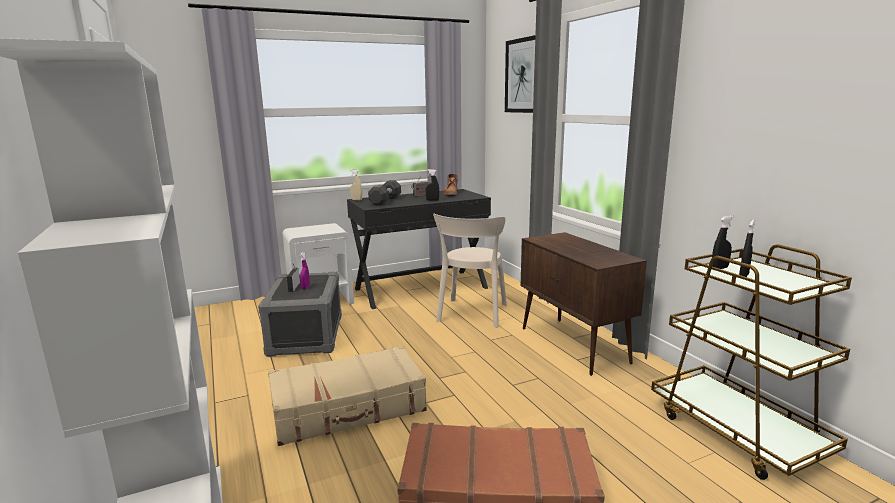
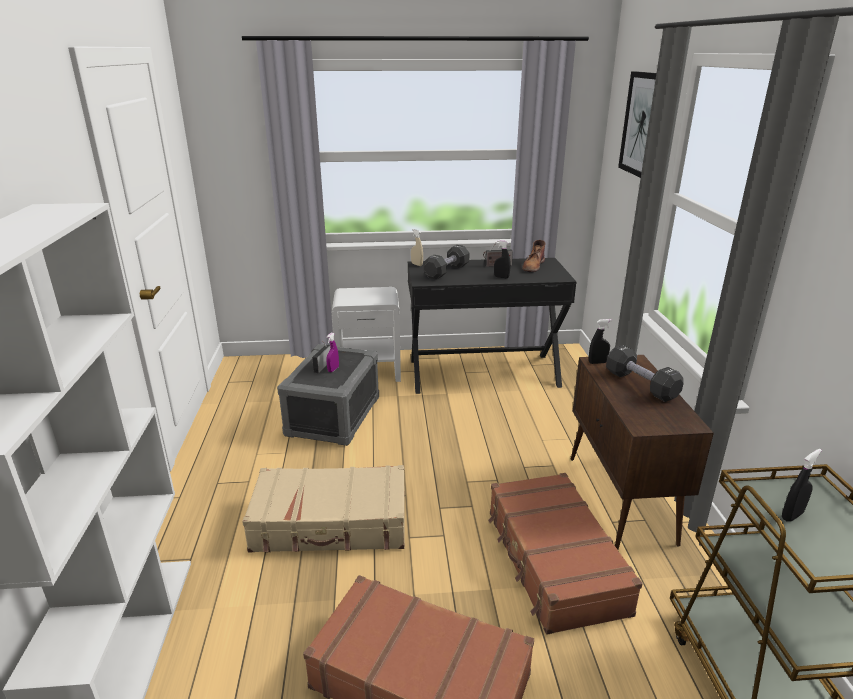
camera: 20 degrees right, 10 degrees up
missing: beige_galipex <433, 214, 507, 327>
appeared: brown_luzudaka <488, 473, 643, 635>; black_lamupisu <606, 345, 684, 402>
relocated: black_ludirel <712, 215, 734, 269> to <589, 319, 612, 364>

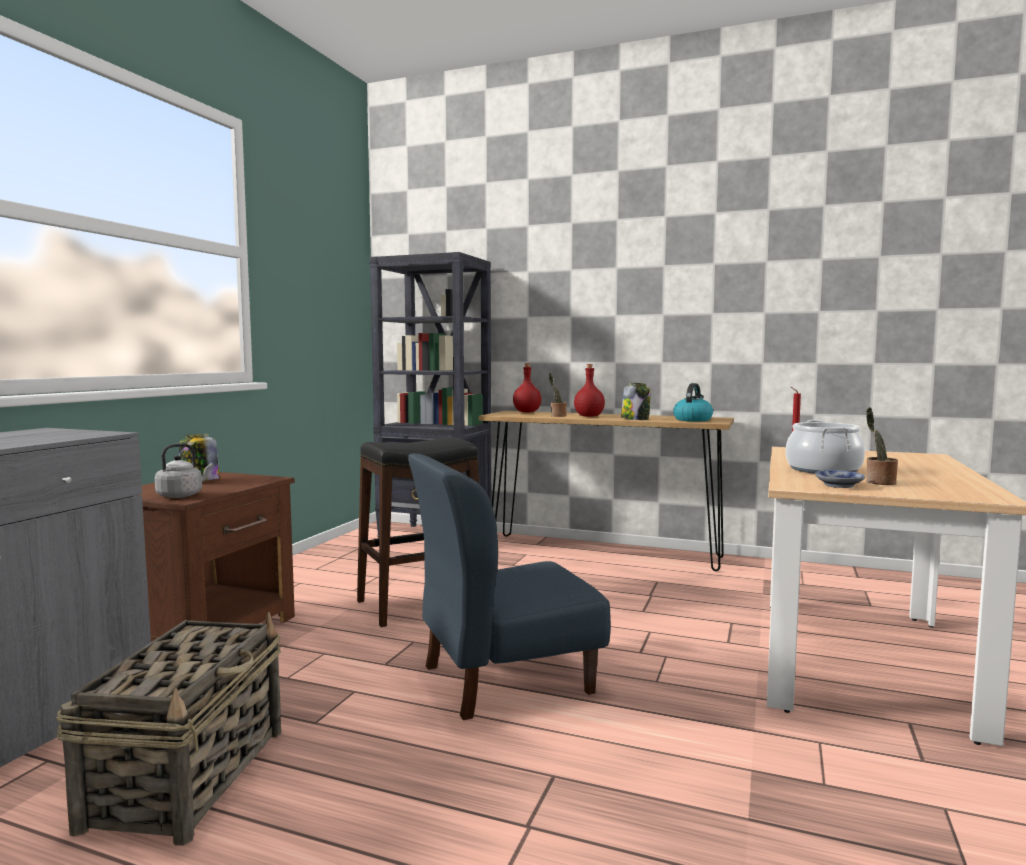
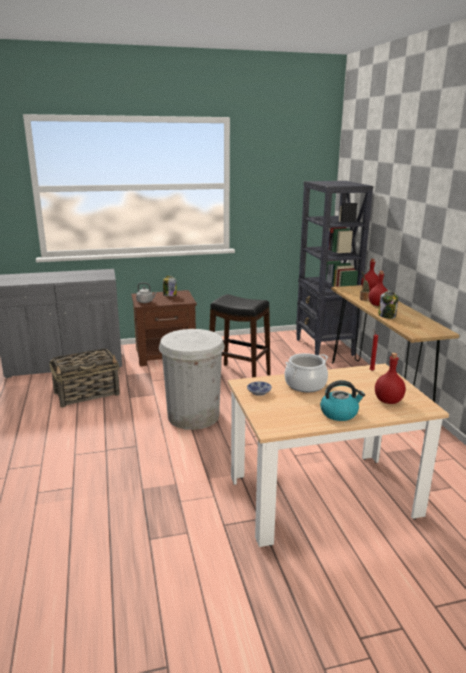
camera: 55 degrees right, 15 degrees up
missing: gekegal <866, 407, 898, 485>
appeared: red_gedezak <375, 353, 406, 404>
relocated: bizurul <673, 383, 713, 421> to <320, 380, 365, 421>
exchanged: blue_galipex <408, 454, 611, 720> to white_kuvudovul <159, 329, 225, 430>

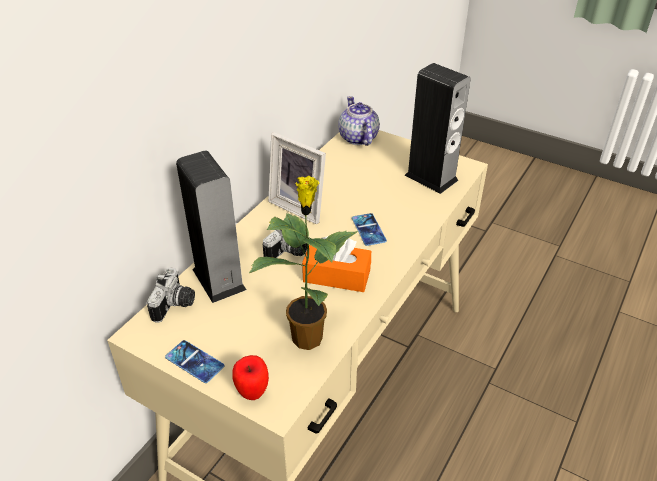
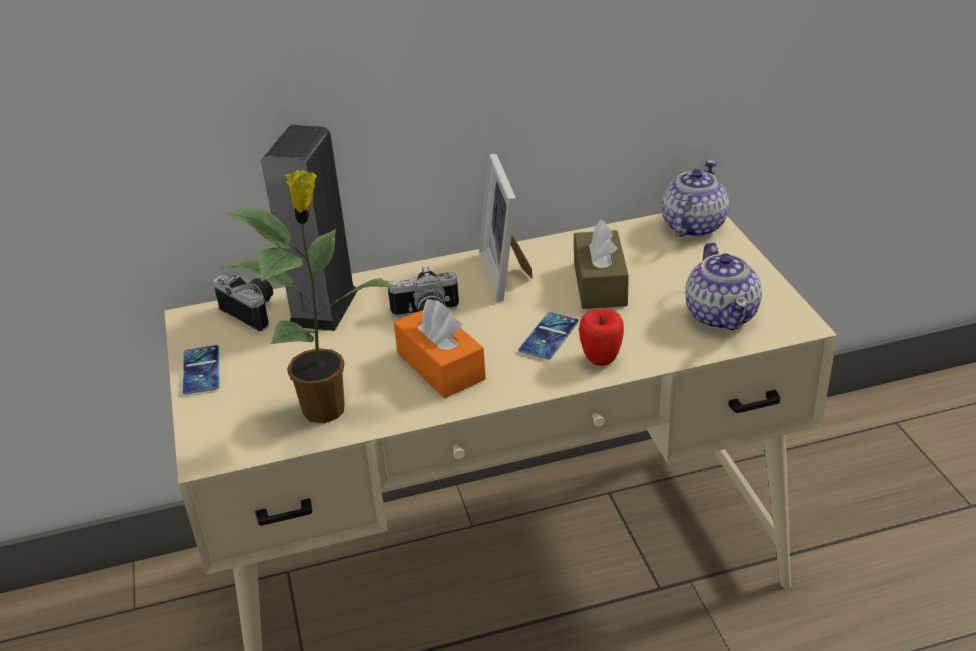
camera: 45 degrees right, 5 degrees down
appeared: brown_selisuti <574, 219, 629, 309>
relocated: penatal <232, 355, 269, 400> to <579, 309, 624, 366>
exchanged: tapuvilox <404, 63, 471, 194> to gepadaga <685, 242, 762, 330>
spun: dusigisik <147, 267, 195, 323> = <214, 274, 273, 331> 105 degrees counterclockwise

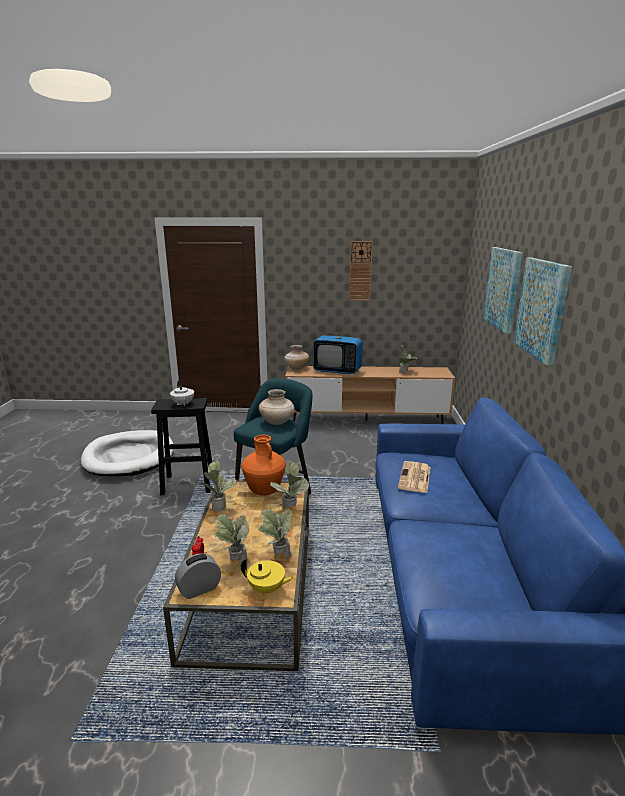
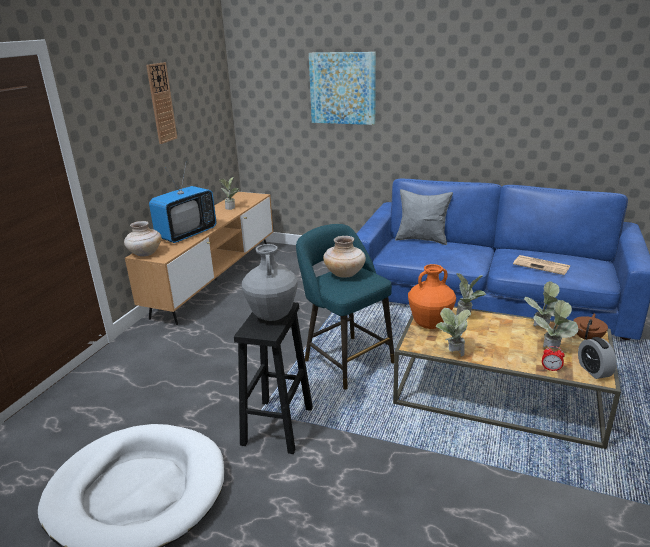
camera: 70 degrees left, 5 degrees up
missing: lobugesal <514, 257, 572, 366>
appeared: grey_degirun <395, 189, 453, 245>
relocated: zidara <398, 461, 431, 493> to <513, 255, 570, 275>
exchanged: white_gepadaga <170, 381, 194, 406> to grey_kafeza <242, 244, 298, 321>
colour: yellow_gepadaga <241, 558, 295, 596> to brown_gepadaga <573, 314, 608, 340>

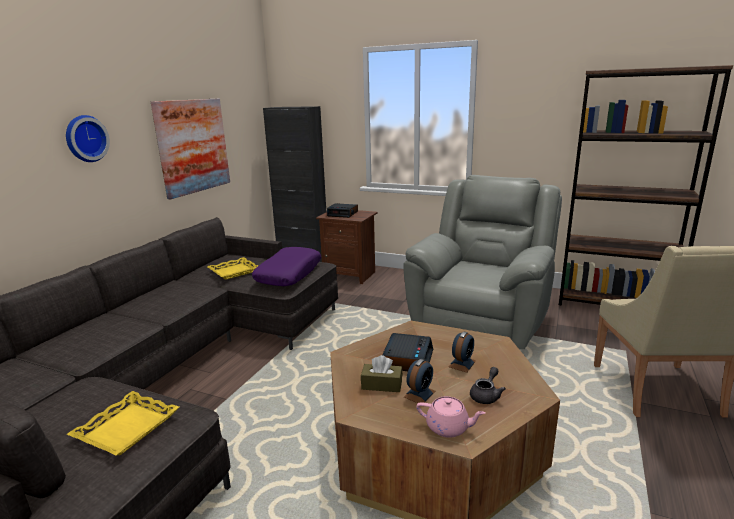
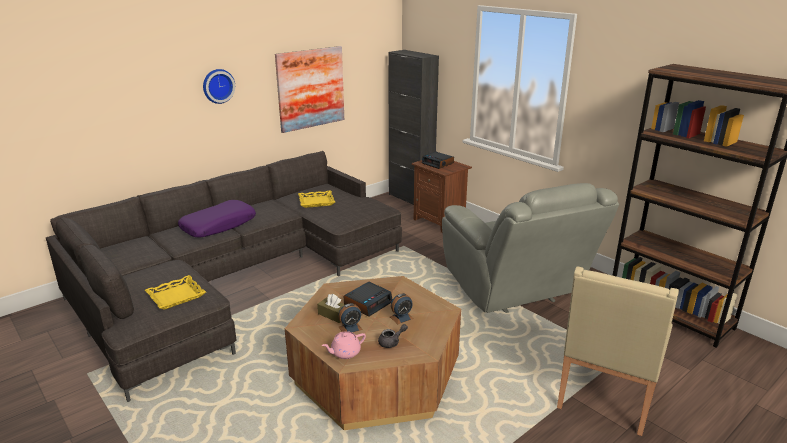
camera: 25 degrees right, 5 degrees up
relocated: purple_degirun <252, 247, 321, 286> to <178, 200, 256, 237>
spun: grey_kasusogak <403, 175, 562, 349> = <442, 183, 619, 313> 105 degrees clockwise; pink_gepadaga <416, 396, 486, 438> = <322, 331, 366, 359> 105 degrees clockwise

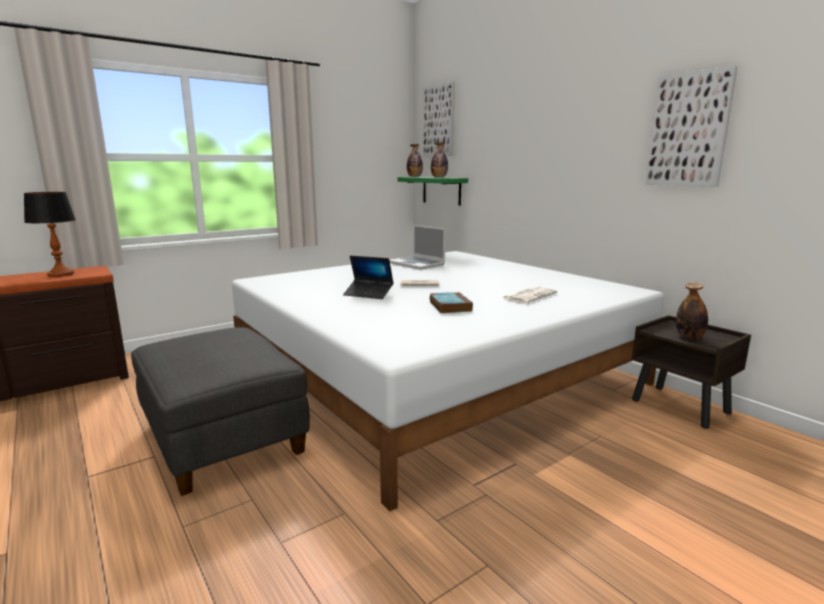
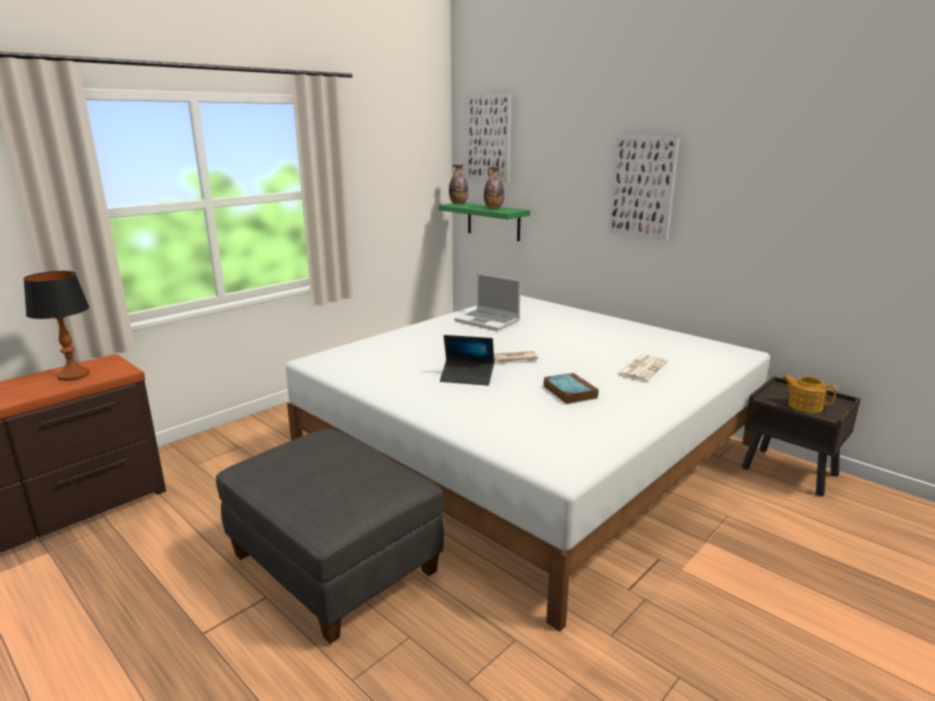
camera: 10 degrees left, 5 degrees up
relocated: lobugesal <645, 66, 738, 187> to <610, 136, 679, 240>
exchanged: gedezak <676, 283, 708, 339> to gepadaga <782, 375, 837, 413>

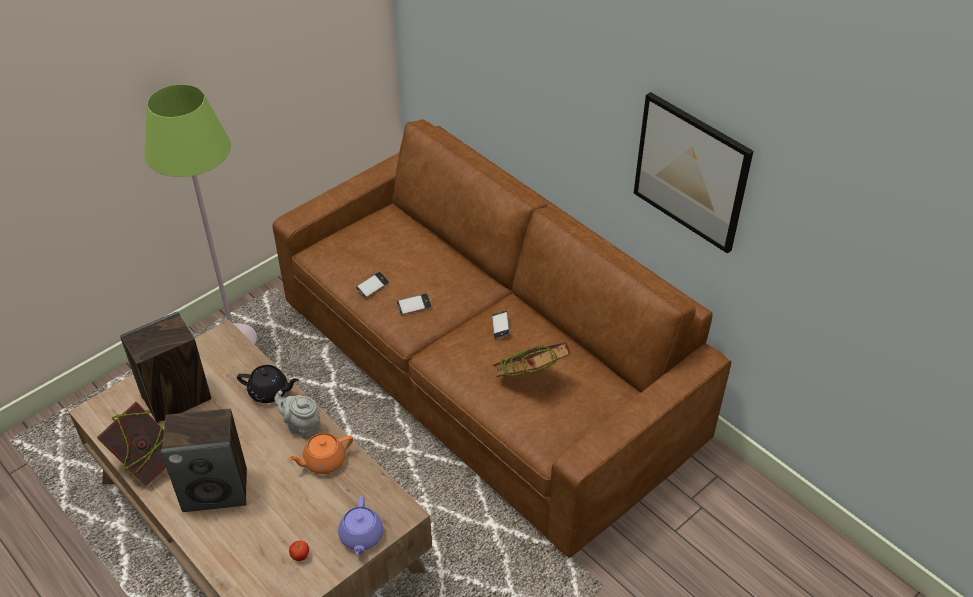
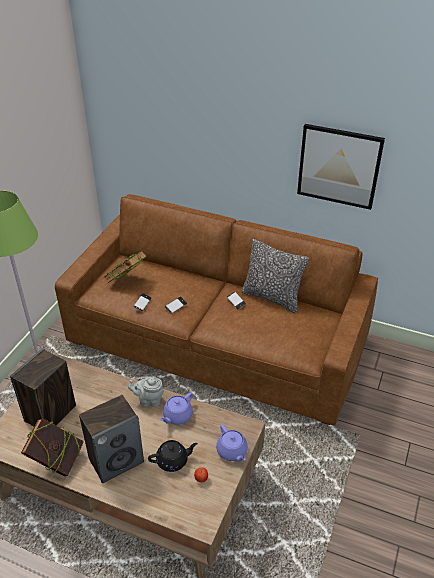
camera: 25 degrees left, 5 degrees down
appeared: degirun <241, 239, 309, 313>
relocated: black_gepadaga <237, 365, 299, 403> to <148, 440, 198, 472>; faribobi <492, 343, 570, 377> to <104, 250, 147, 283>
colour: orange_gepadaga <288, 433, 353, 474> to purple_gepadaga <160, 392, 193, 425>

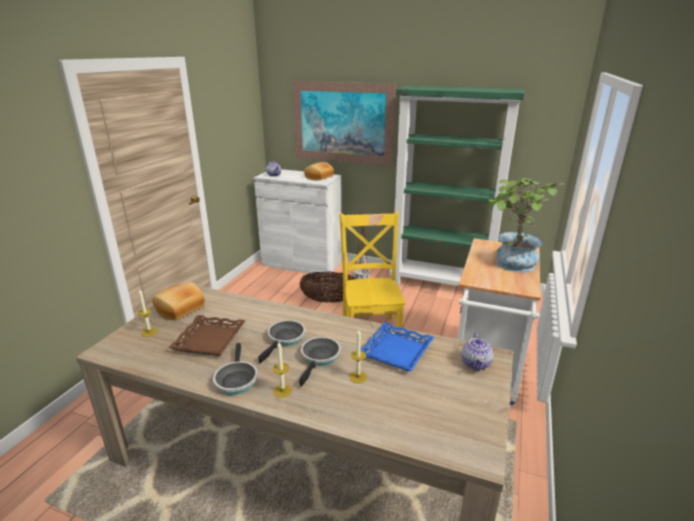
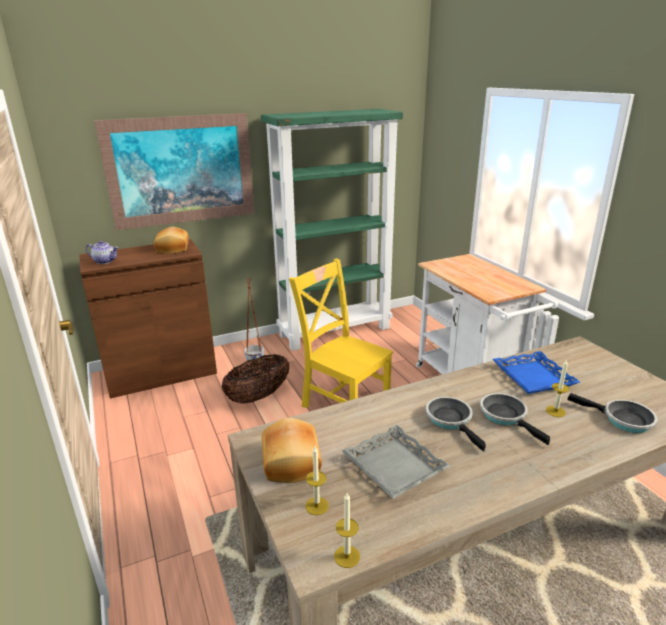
camera: 45 degrees left, 0 degrees up
missing: gepadaga <461, 332, 493, 371>; gekegal <488, 178, 565, 272>
relocated: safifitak <213, 343, 258, 395> to <567, 393, 658, 433>; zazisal <273, 342, 292, 398> to <334, 493, 360, 568>
colour: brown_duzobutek <168, 315, 246, 356> to grey_duzobutek <342, 425, 450, 499>; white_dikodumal <254, 169, 342, 276> to brown_dikodumal <79, 239, 217, 398>

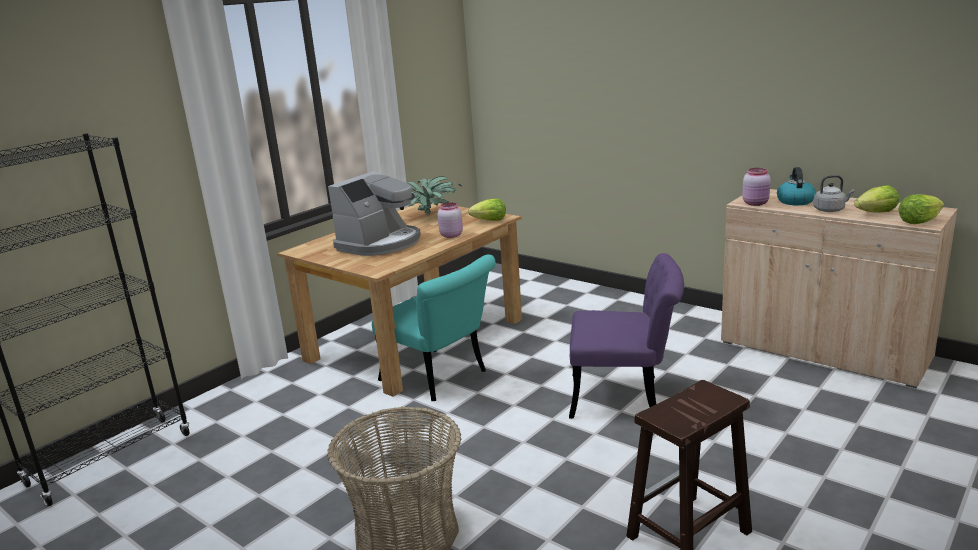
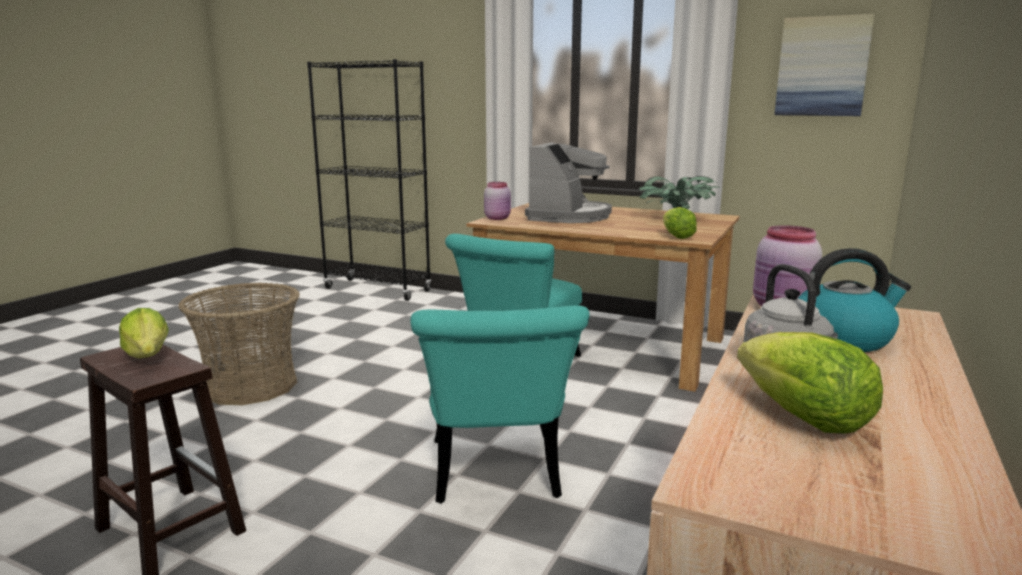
camera: 75 degrees right, 5 degrees down
appeared: lobugesal <774, 14, 875, 116>
relocated: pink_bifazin <438, 203, 463, 238> to <484, 182, 511, 220>; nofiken <898, 195, 944, 224> to <119, 308, 169, 358>
colour: purple_galipex <569, 253, 684, 419> to turquoise_galipex <411, 305, 590, 504>
spun: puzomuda <328, 171, 421, 256> = <525, 142, 612, 223> 90 degrees counterclockwise

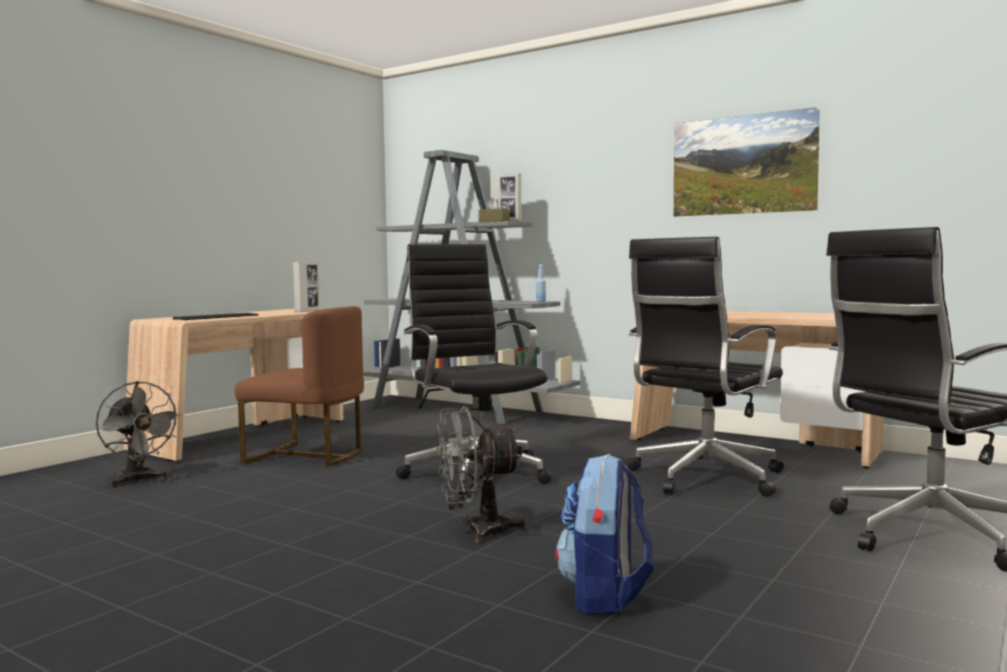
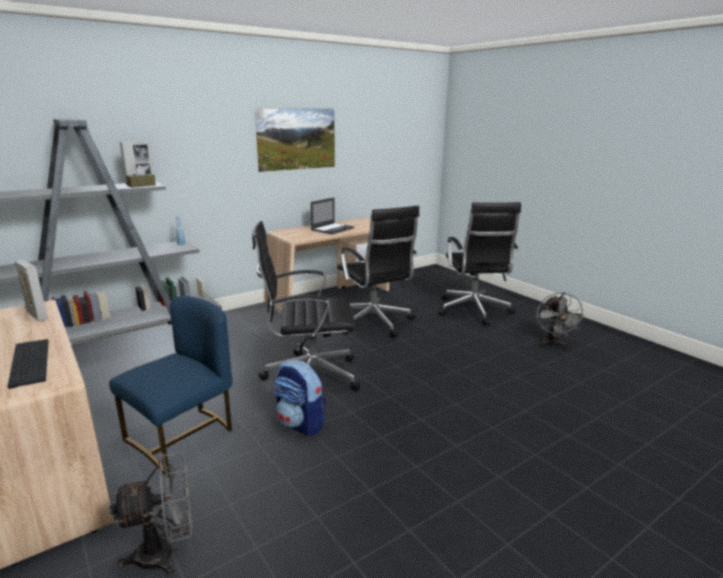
camera: 70 degrees left, 15 degrees up
appeared: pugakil <311, 198, 354, 234>
relocated: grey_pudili <437, 406, 526, 544> to <537, 292, 585, 348>; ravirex <556, 454, 654, 614> to <274, 360, 326, 436>
colour: brown_galipex <235, 306, 364, 466> to blue_galipex <109, 296, 232, 477>

